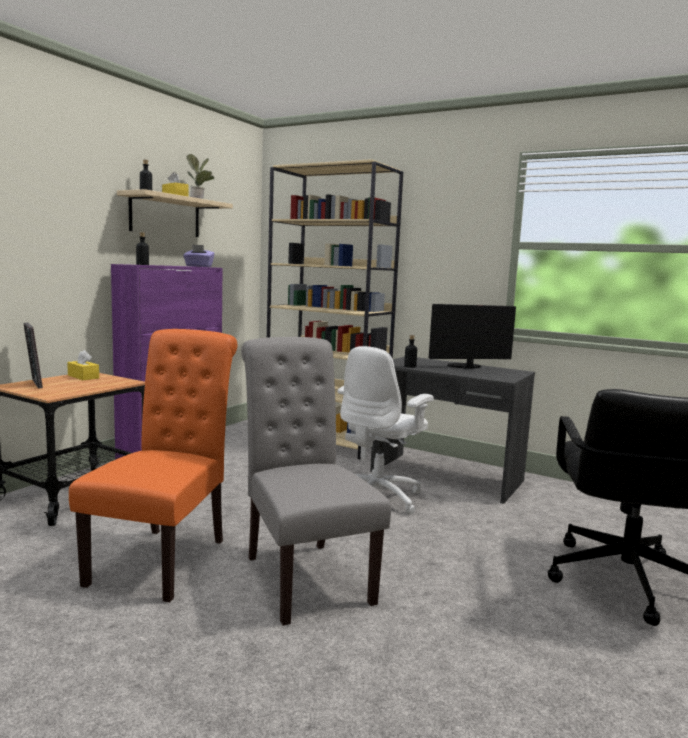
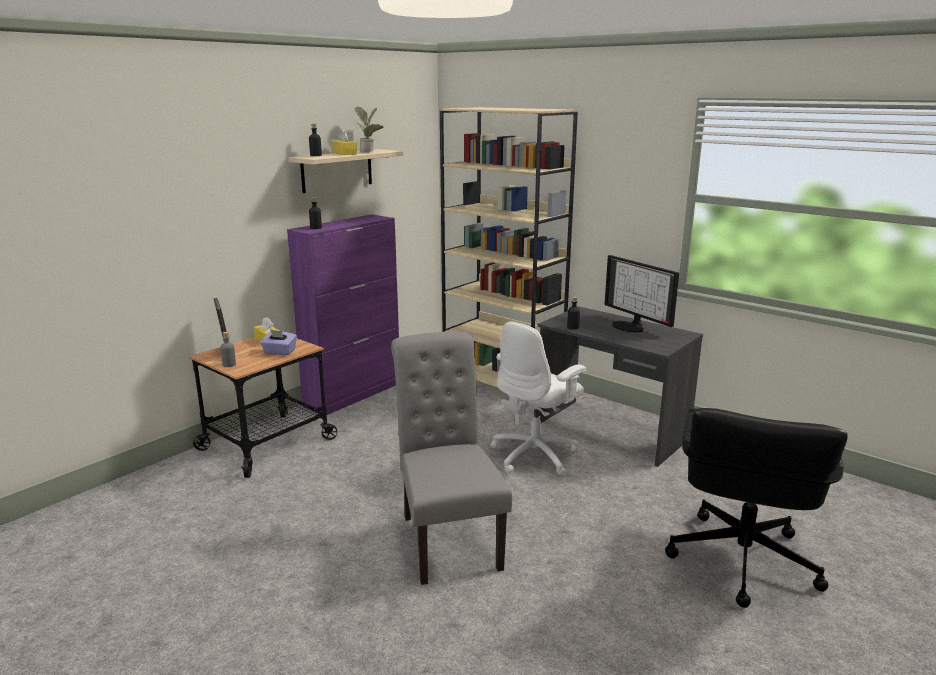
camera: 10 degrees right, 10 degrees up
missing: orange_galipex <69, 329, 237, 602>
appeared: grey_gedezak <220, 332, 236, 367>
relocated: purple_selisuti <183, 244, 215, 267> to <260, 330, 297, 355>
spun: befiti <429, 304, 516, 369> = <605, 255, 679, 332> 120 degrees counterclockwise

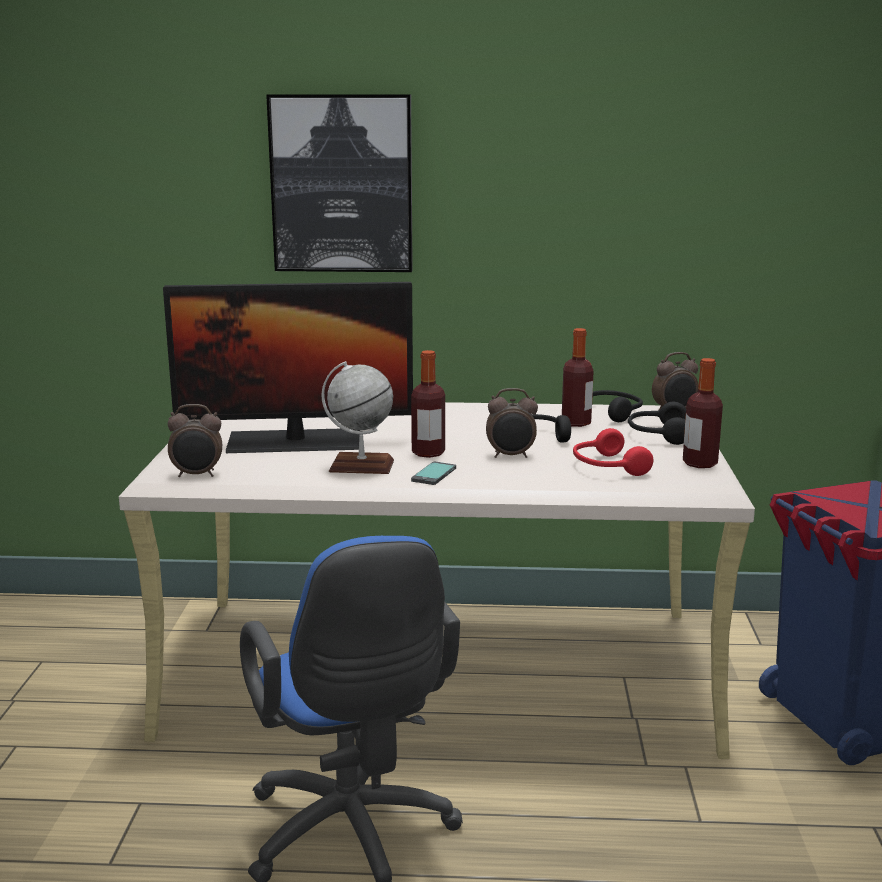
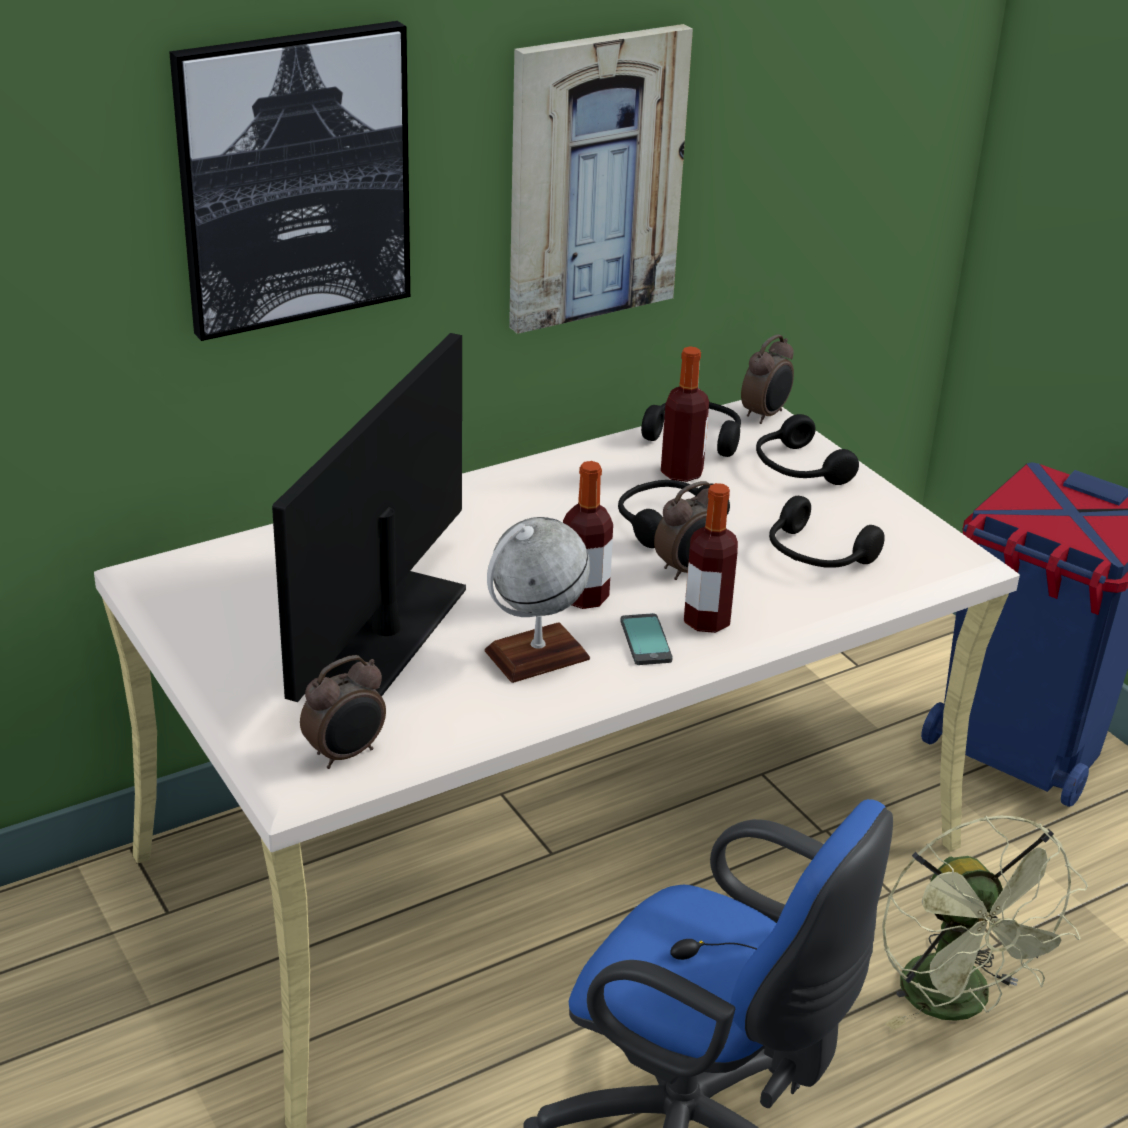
camera: 35 degrees left, 15 degrees up
appeared: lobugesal <509, 24, 693, 334>; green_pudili <882, 815, 1088, 1031>
relocated: gedezak <683, 358, 723, 468> to <684, 483, 738, 633>
colour: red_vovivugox <573, 428, 653, 476> to black_vovivugox <769, 496, 885, 568>
spun: befiti <163, 282, 413, 453> = <272, 333, 466, 702> 150 degrees clockwise

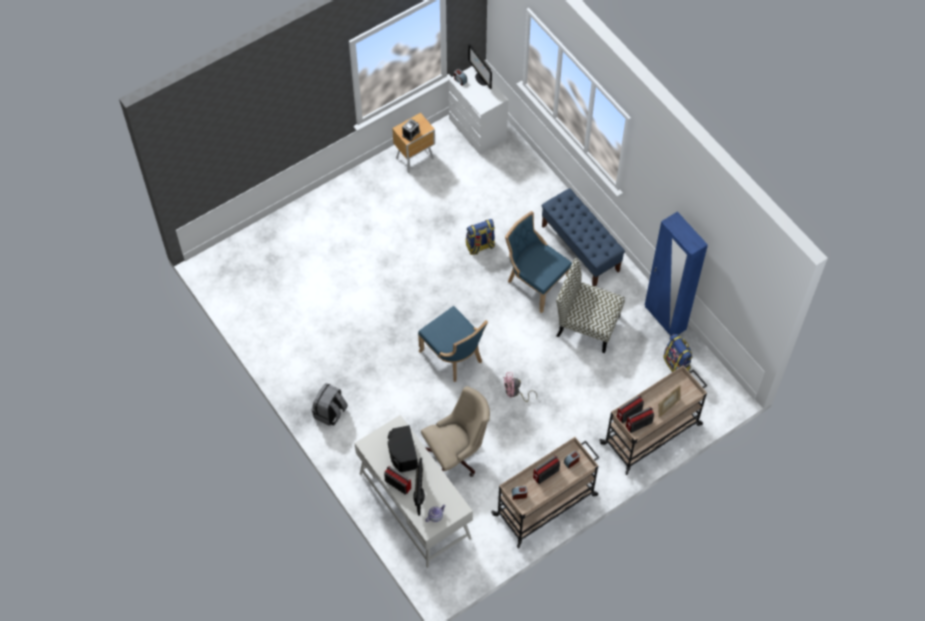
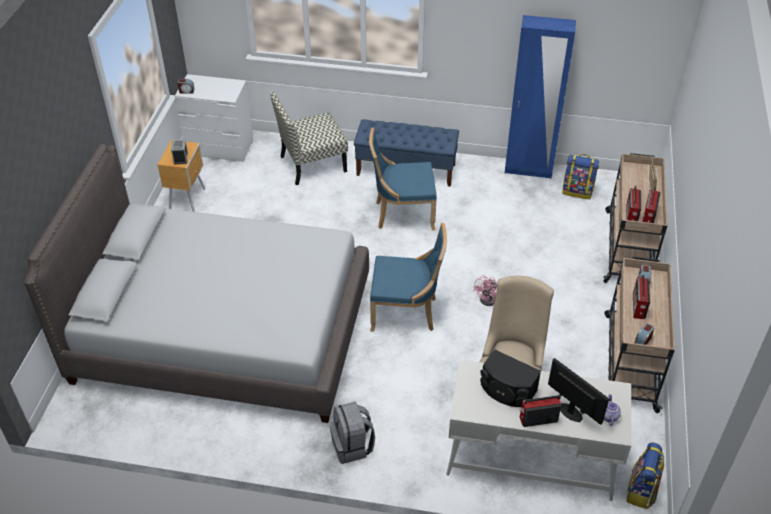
camera: 45 degrees left, 15 degrees down
missing: befiti <468, 44, 492, 89>
appeared: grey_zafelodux <24, 144, 369, 423>
relocated: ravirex <466, 219, 495, 255> to <627, 442, 664, 509>; galipex <556, 258, 625, 353> to <270, 92, 348, 185>

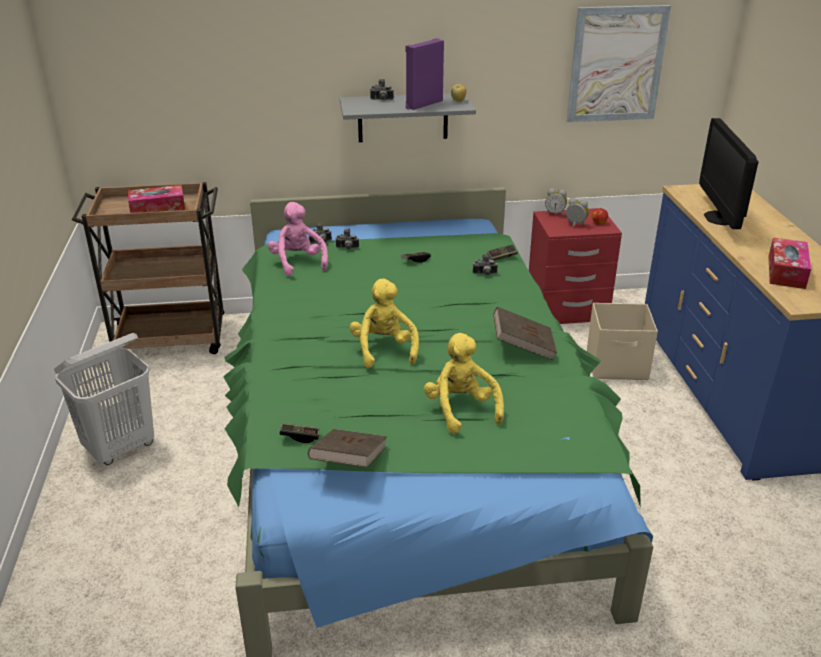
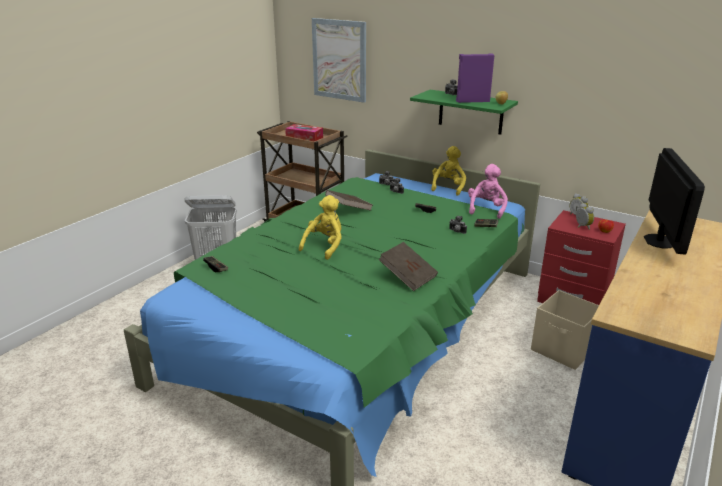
camera: 40 degrees right, 5 degrees down
missing: selisuti <769, 238, 811, 289>
relocated: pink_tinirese <268, 202, 328, 276> to <468, 164, 508, 219>; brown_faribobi <308, 429, 387, 468> to <325, 190, 372, 211>; yellow_tinirese <424, 333, 504, 434> to <431, 146, 466, 196>; lobugesal <567, 5, 671, 122> to <312, 18, 366, 103>
colour: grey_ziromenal <340, 93, 476, 142> to green_ziromenal <410, 90, 518, 135>
spun: befiti <699, 118, 759, 229> = <644, 148, 705, 255> 150 degrees clockwise

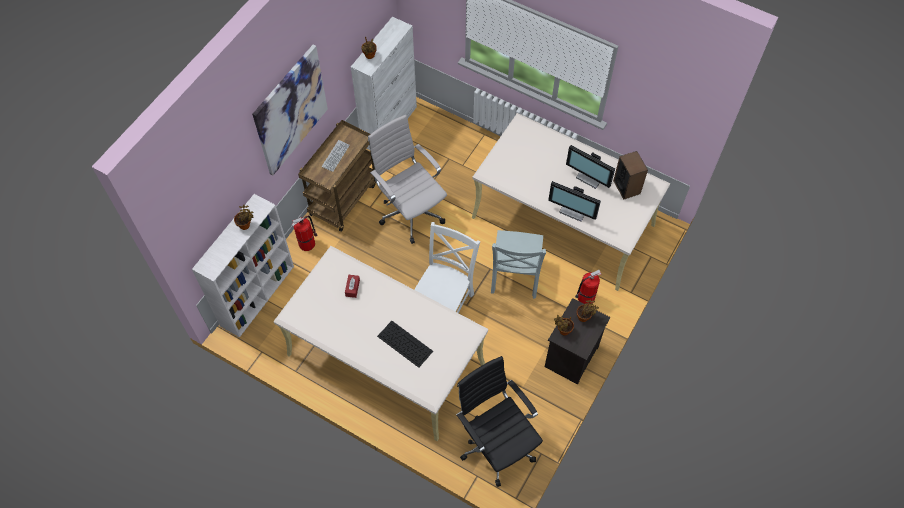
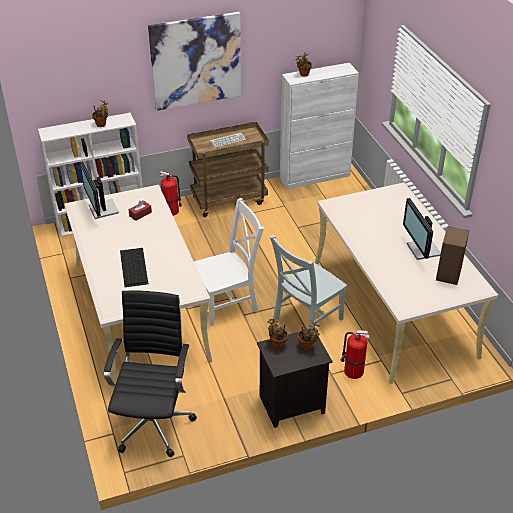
camera: 40 degrees right, 20 degrees down
missing: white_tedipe <368, 115, 447, 244>
relocated: befiti <548, 181, 601, 222> to <80, 161, 119, 219>

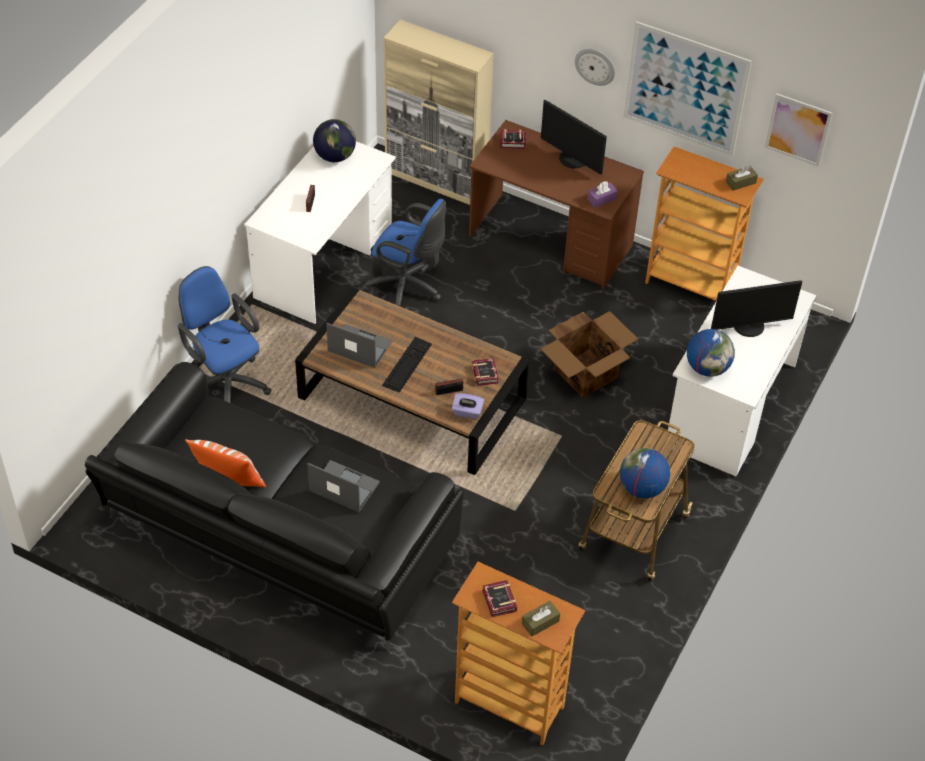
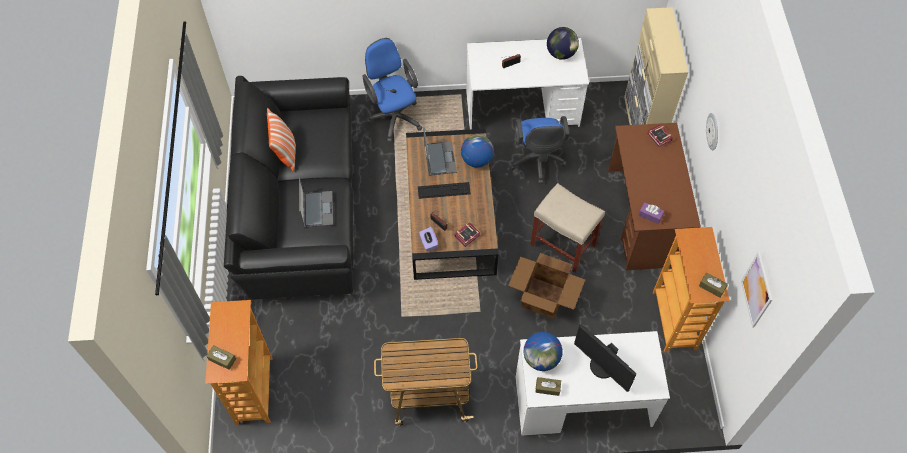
camera: 60 degrees right, 10 degrees up
missing: faribobi <482, 580, 517, 617>; befiti <541, 100, 607, 175>; lobugesal <623, 21, 752, 156>
appeared: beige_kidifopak <530, 183, 605, 273>; brown_selisuti <535, 377, 561, 396>
relocated: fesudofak <620, 448, 670, 498> to <461, 135, 494, 168>
spun: blue_tedipe <178, 266, 271, 403> = <362, 38, 422, 142> 45 degrees counterclockwise

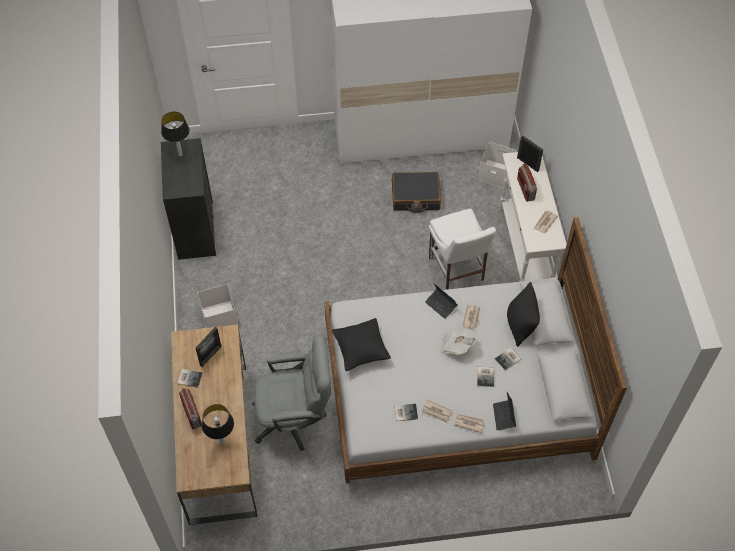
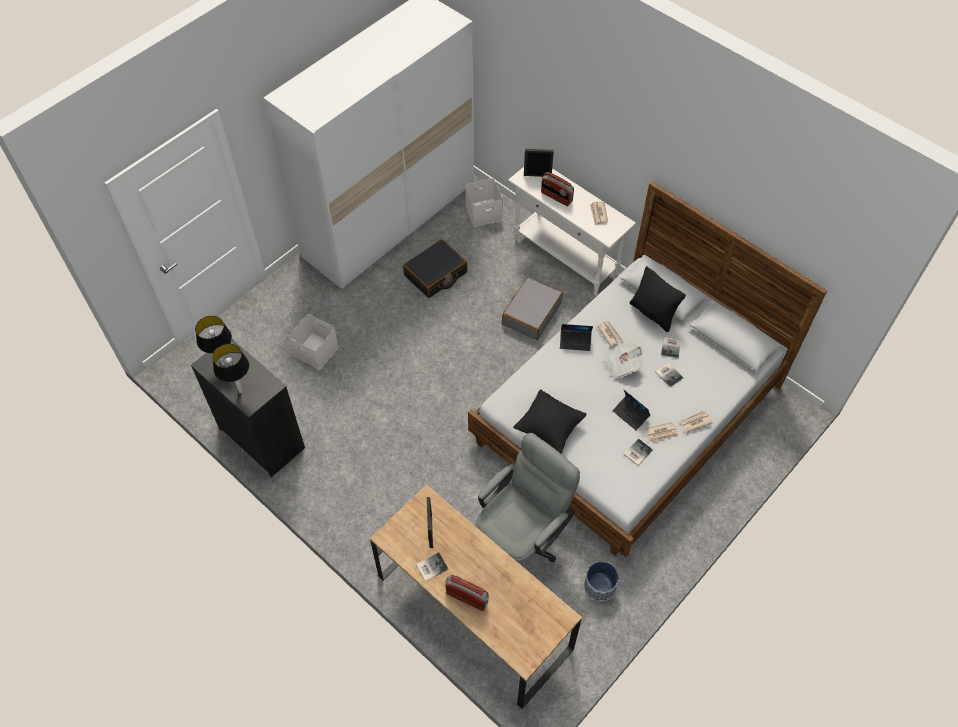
camera: 40 degrees left, 0 degrees up
appeared: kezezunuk <584, 561, 619, 602>
relocated: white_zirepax <197, 284, 238, 328> to <288, 314, 339, 370>; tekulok <202, 404, 234, 445> to <212, 344, 249, 394>; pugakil <493, 393, 516, 431> to <613, 390, 651, 431>
exchanged: white_galipex <429, 208, 496, 290> to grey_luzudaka <502, 277, 563, 340>

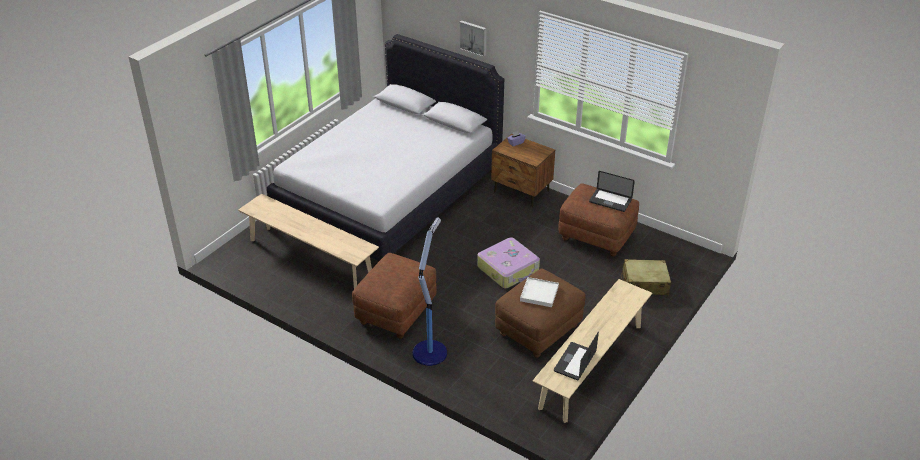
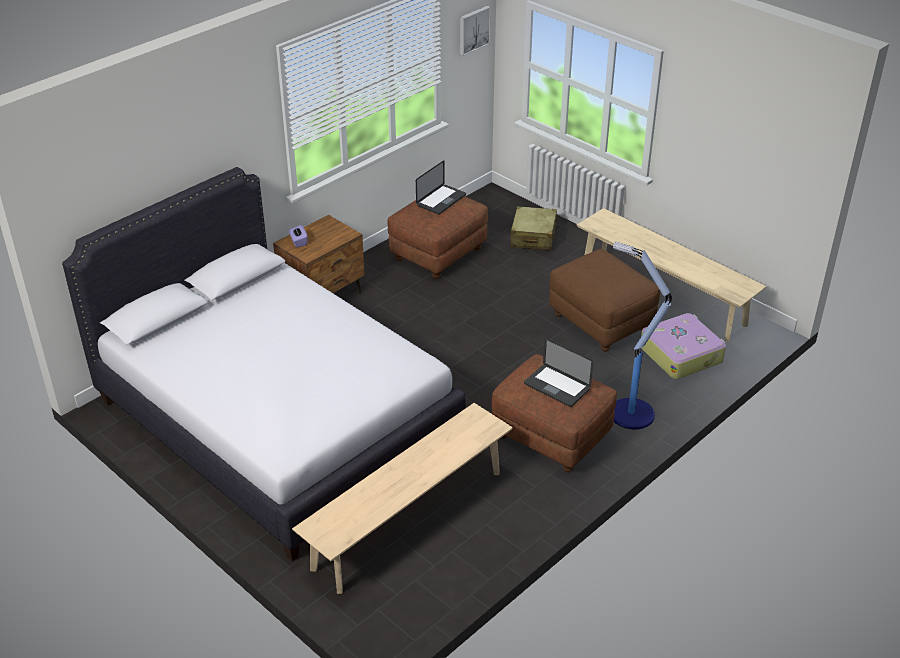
camera: 80 degrees left, 0 degrees up
missing: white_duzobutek <520, 277, 559, 307>
relocated: lobugesal <459, 20, 487, 57> to <460, 6, 491, 56>; luzudaka <477, 237, 540, 288> to <641, 313, 726, 379>; pugakil <554, 332, 599, 380> to <524, 338, 593, 407>

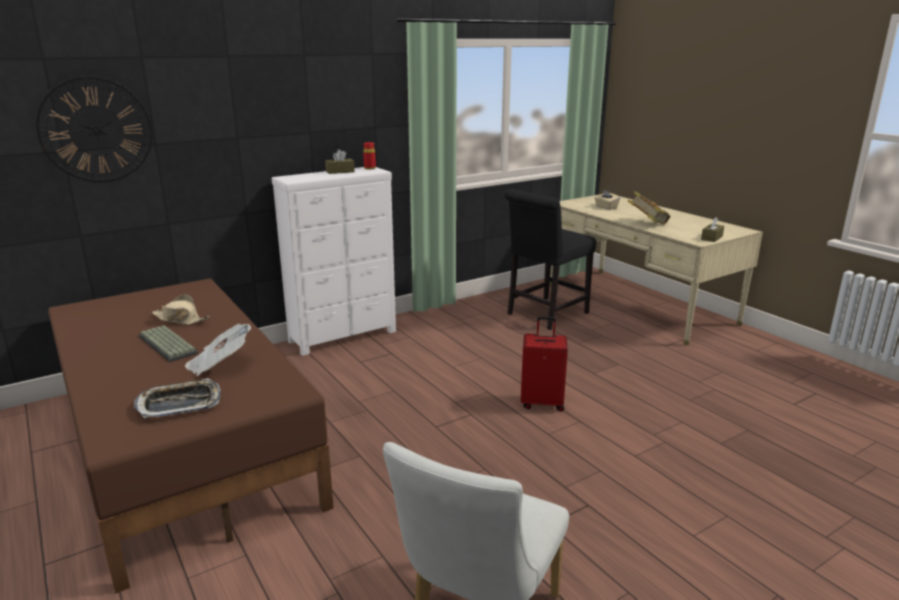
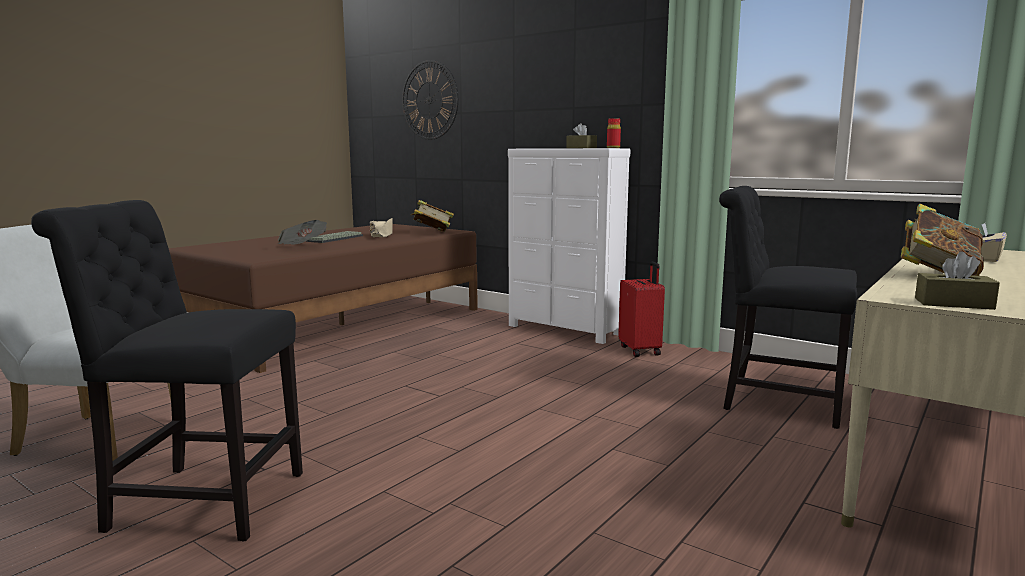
camera: 70 degrees right, 10 degrees down
missing: duzobutek <134, 378, 221, 419>
appeared: black_galipex <31, 200, 303, 541>; faribobi <411, 200, 454, 232>
relocated: red_luzudaka <521, 316, 568, 412> to <618, 262, 665, 357>

